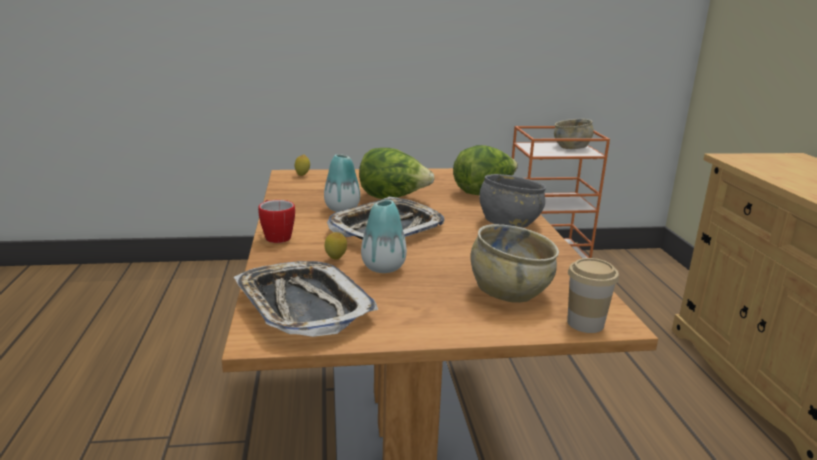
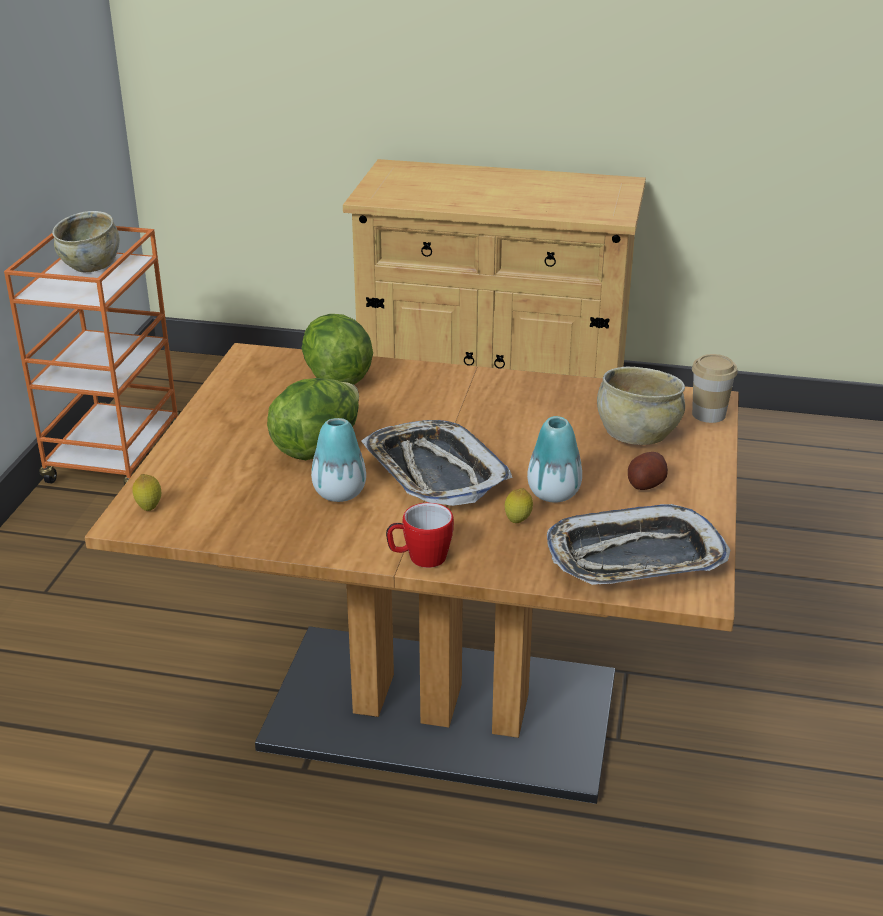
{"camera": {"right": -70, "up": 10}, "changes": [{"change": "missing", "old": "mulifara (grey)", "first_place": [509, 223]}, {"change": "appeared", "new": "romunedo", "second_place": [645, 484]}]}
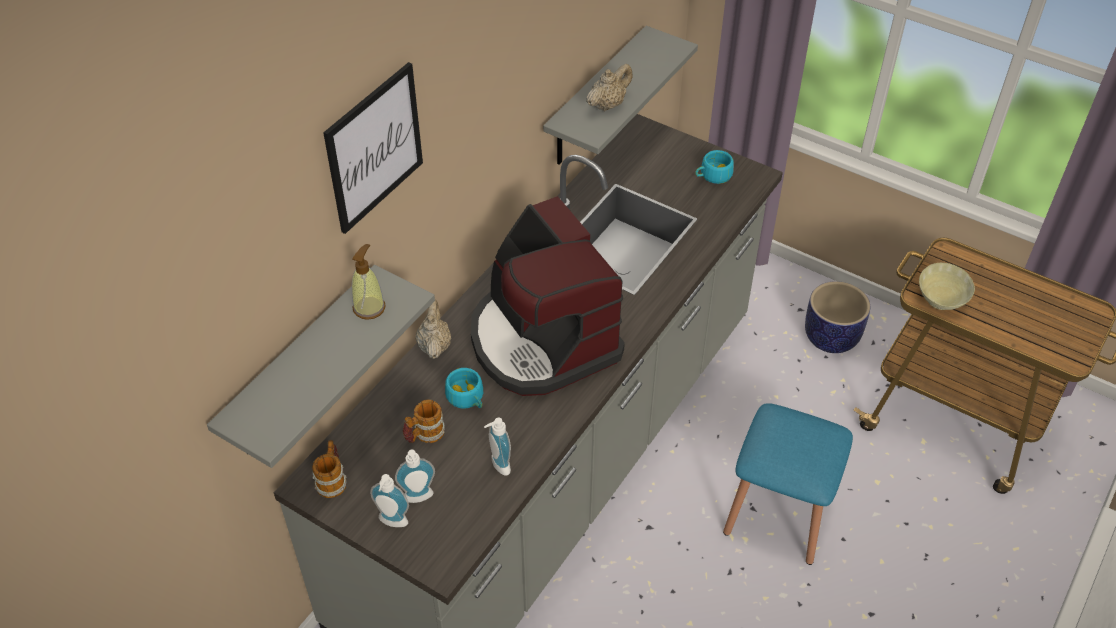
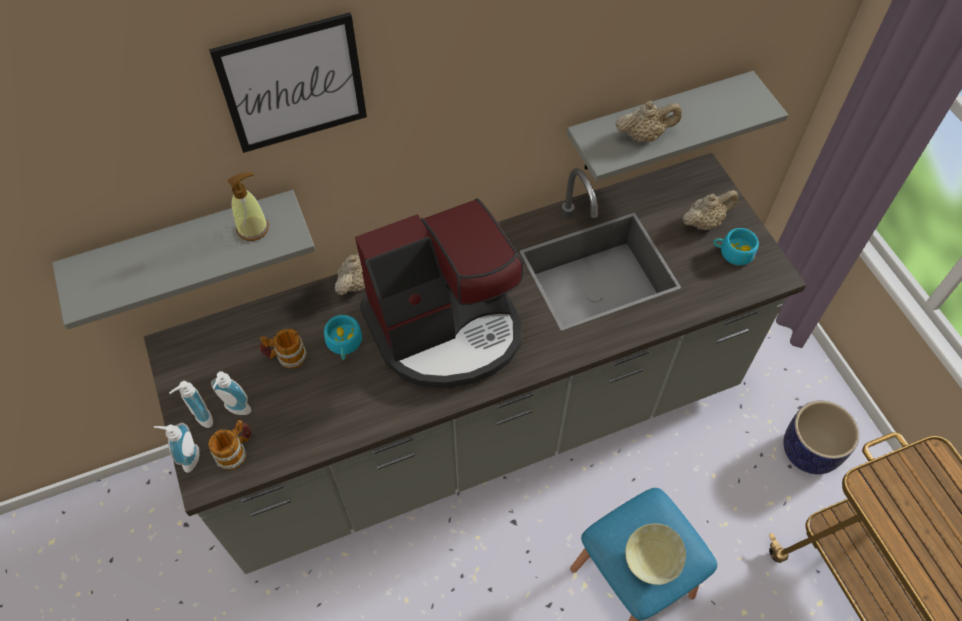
{"camera": {"right": 35, "up": 10}, "changes": [{"change": "spun", "old": "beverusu", "first_place": [542, 340], "second_place": [446, 328], "degrees": -120}, {"change": "relocated", "old": "mulifara (beige)", "first_place": [940, 301], "second_place": [650, 561]}, {"change": "relocated", "old": "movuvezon", "first_place": [497, 466], "second_place": [187, 458]}, {"change": "relocated", "old": "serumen", "first_place": [332, 480], "second_place": [236, 451]}, {"change": "appeared", "new": "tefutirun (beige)", "second_place": [705, 222]}]}
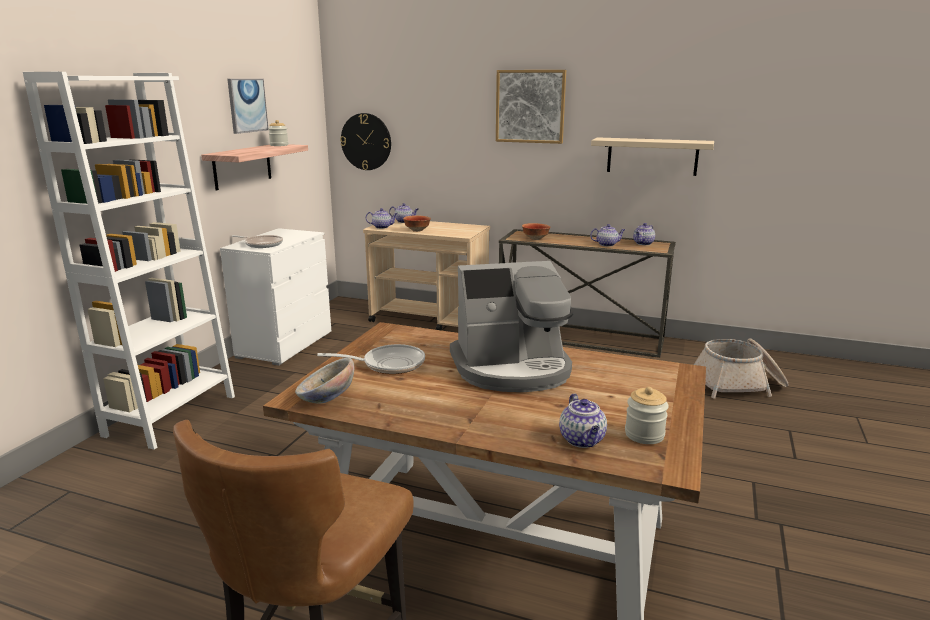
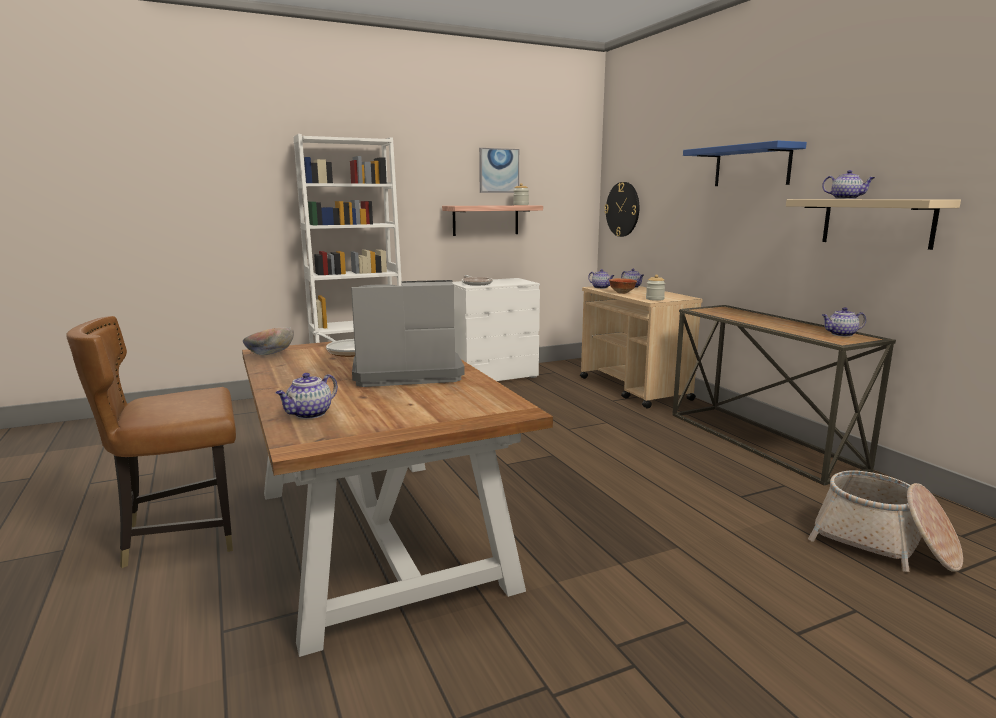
{"camera": {"right": 45, "up": -5}, "changes": [{"change": "exchanged", "old": "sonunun", "new": "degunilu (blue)", "first_place": [530, 106], "second_place": [752, 166]}, {"change": "missing", "old": "mulifara", "first_place": [535, 238]}, {"change": "relocated", "old": "tefutirun", "first_place": [607, 244], "second_place": [846, 199]}, {"change": "spun", "old": "beverusu", "first_place": [512, 369], "second_place": [405, 373], "degrees": 135}, {"change": "relocated", "old": "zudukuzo", "first_place": [644, 435], "second_place": [655, 299]}]}
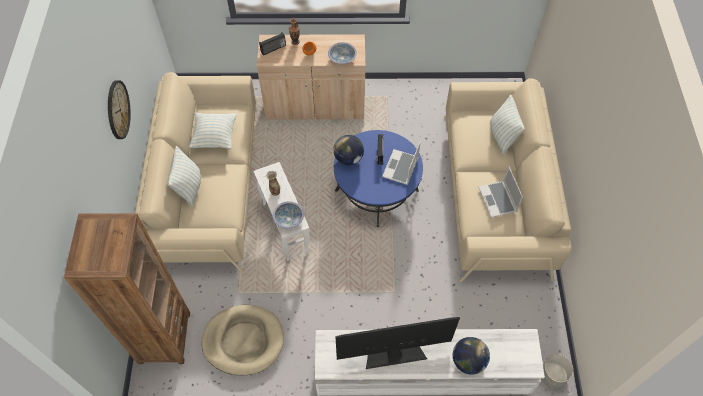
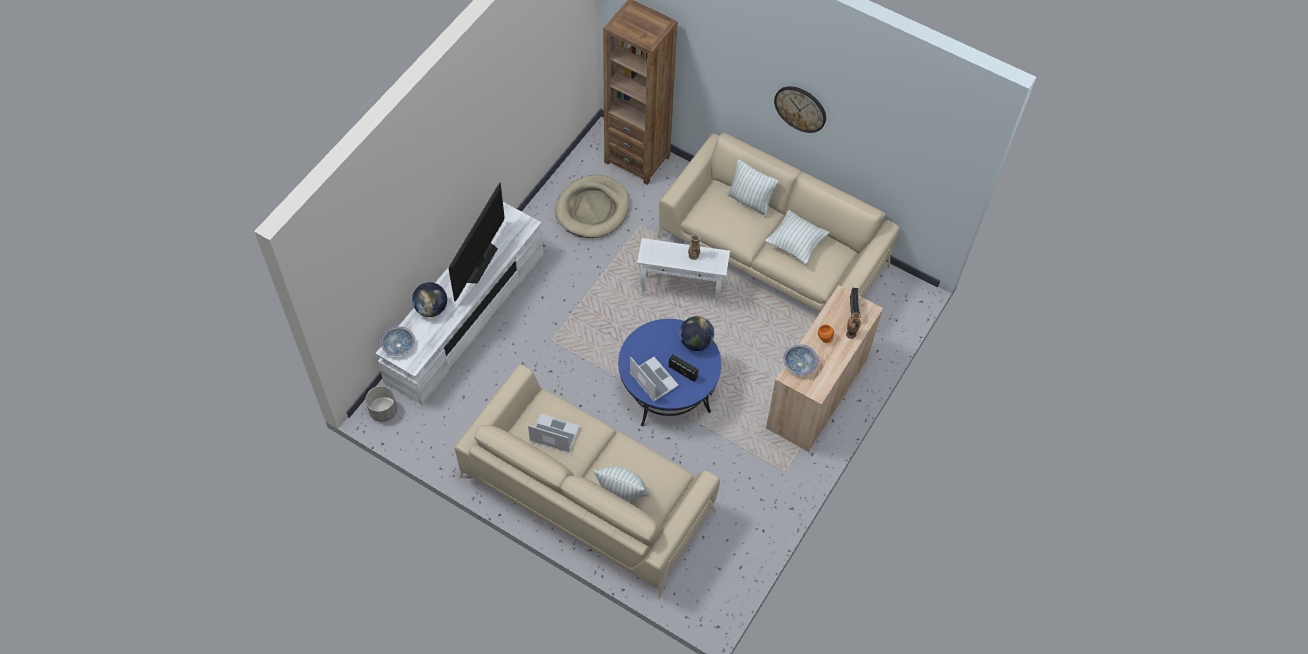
{"camera": {"right": 120, "up": 0}, "changes": [{"change": "relocated", "old": "mulifara", "first_place": [288, 218], "second_place": [398, 345]}]}
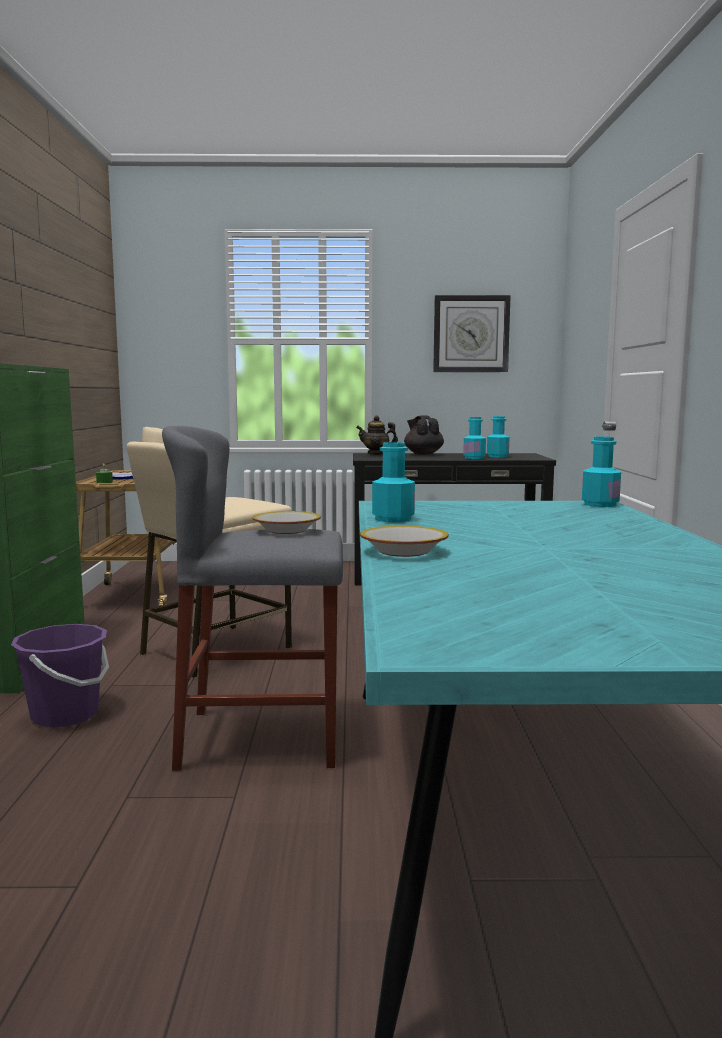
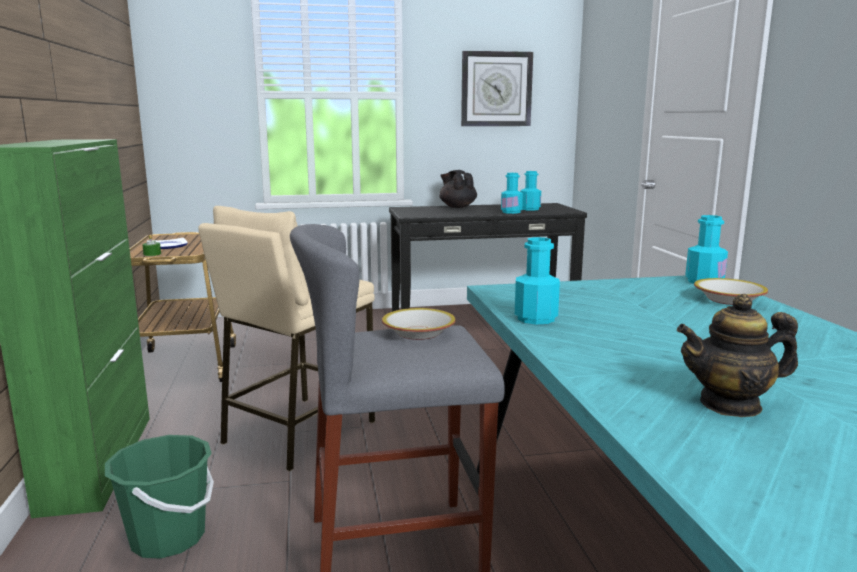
{"camera": {"right": -10, "up": 5}, "changes": [{"change": "relocated", "old": "tefutirun", "first_place": [376, 454], "second_place": [730, 404]}, {"change": "relocated", "old": "mulifara", "first_place": [403, 551], "second_place": [728, 299]}, {"change": "colour", "old": "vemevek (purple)", "new": "vemevek (green)", "first_place": [65, 715], "second_place": [168, 538]}]}
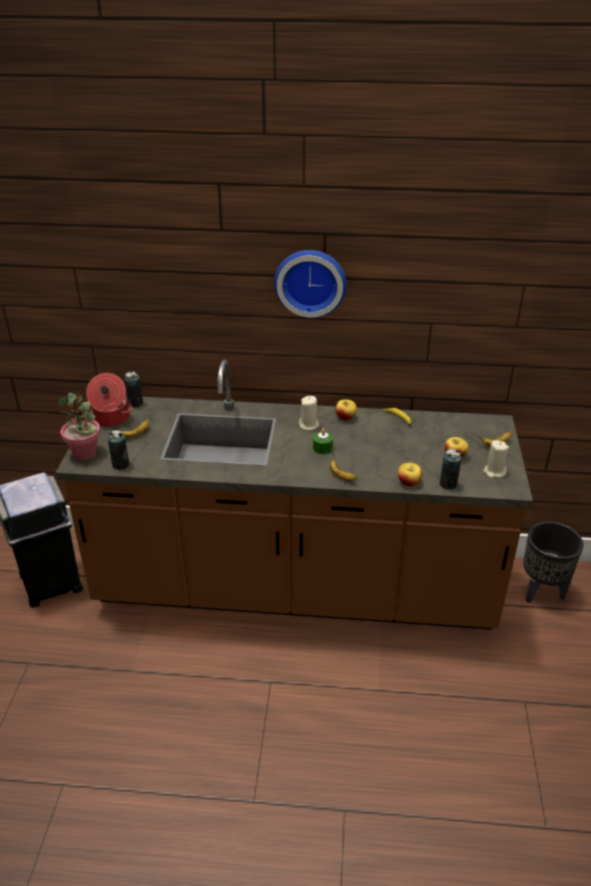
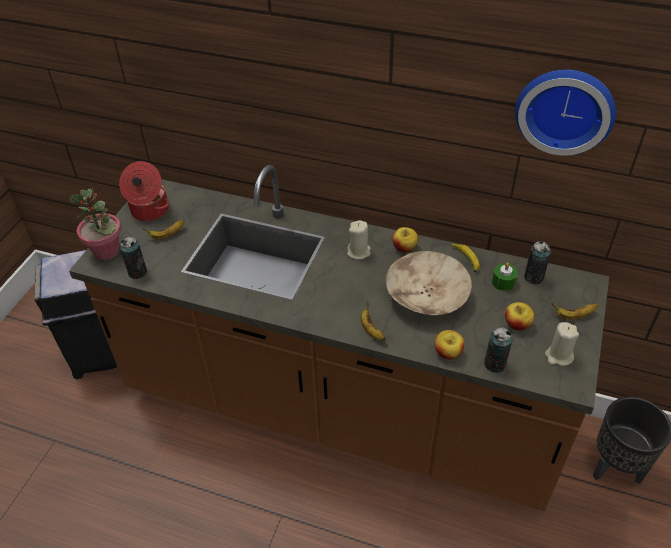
{"camera": {"right": 15, "up": 10}, "changes": [{"change": "relocated", "old": "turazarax", "first_place": [310, 281], "second_place": [565, 108]}, {"change": "relocated", "old": "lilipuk", "first_place": [135, 403], "second_place": [533, 277]}, {"change": "relocated", "old": "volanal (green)", "first_place": [322, 448], "second_place": [503, 282]}, {"change": "appeared", "new": "mulifara (beige)", "second_place": [426, 296]}]}
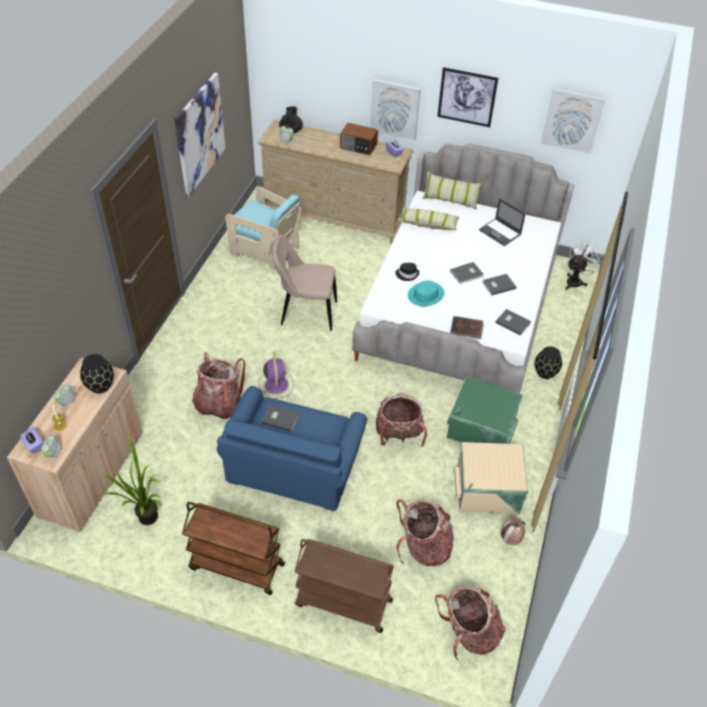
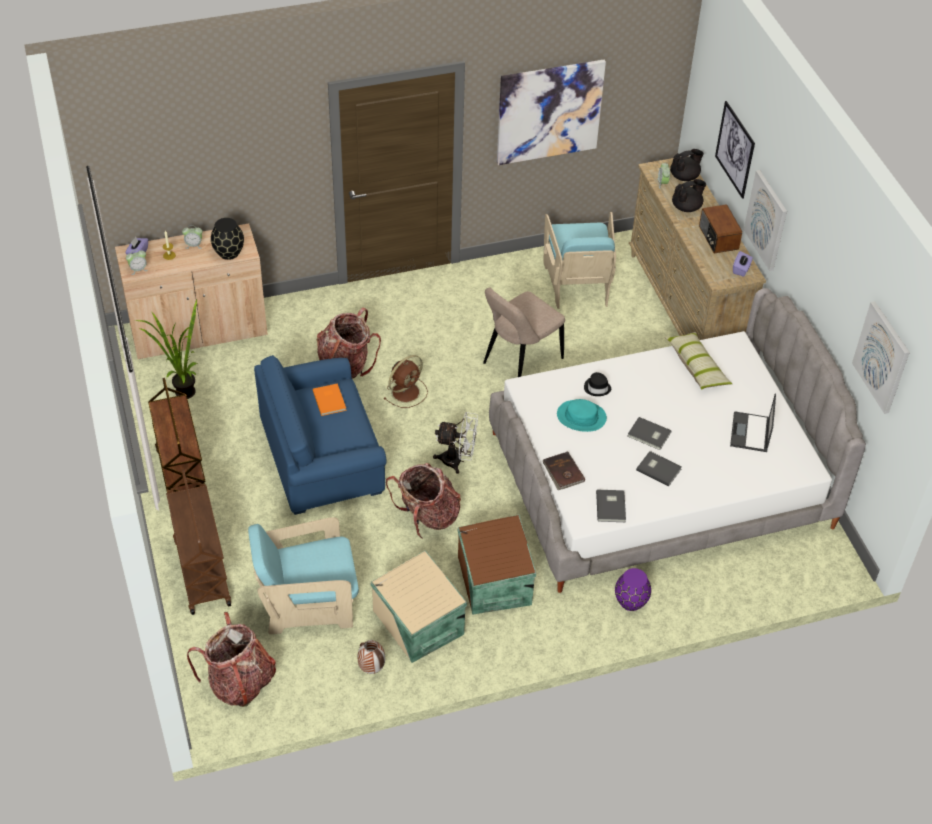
{"camera": {"right": 55, "up": 0}, "changes": [{"change": "relocated", "old": "sonunun", "first_place": [467, 97], "second_place": [735, 149]}, {"change": "missing", "old": "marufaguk", "first_place": [450, 200]}, {"change": "spun", "old": "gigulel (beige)", "first_place": [305, 313], "second_place": [520, 362], "degrees": -105}, {"change": "relocated", "old": "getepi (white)", "first_place": [576, 281], "second_place": [457, 461]}, {"change": "colour", "old": "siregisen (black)", "new": "siregisen (purple)", "first_place": [545, 373], "second_place": [630, 602]}, {"change": "colour", "old": "getepi (purple)", "new": "getepi (brown)", "first_place": [276, 384], "second_place": [406, 391]}, {"change": "colour", "old": "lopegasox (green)", "new": "lopegasox (brown)", "first_place": [481, 430], "second_place": [493, 581]}, {"change": "colour", "old": "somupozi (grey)", "new": "somupozi (orange)", "first_place": [280, 418], "second_place": [330, 400]}, {"change": "exchanged", "old": "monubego", "new": "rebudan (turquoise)", "first_place": [424, 547], "second_place": [308, 603]}, {"change": "appeared", "new": "tefutirun (black)", "second_place": [687, 207]}]}
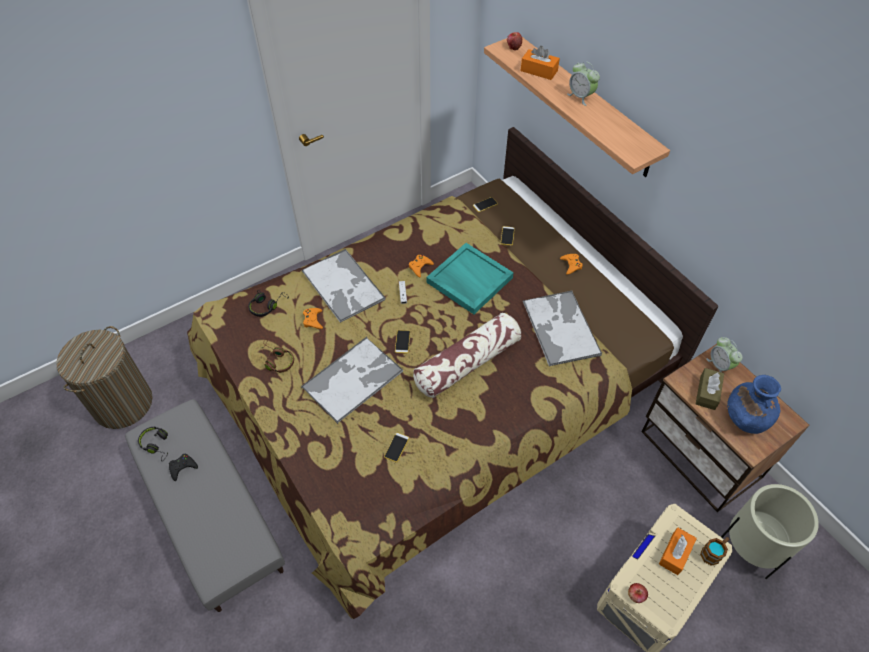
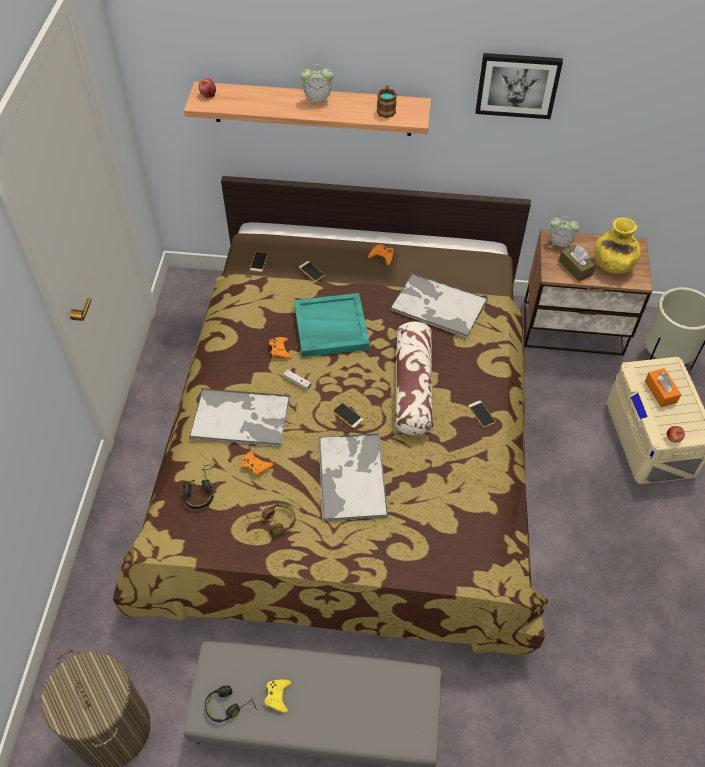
{"camera": {"right": -50, "up": 0}, "changes": [{"change": "missing", "old": "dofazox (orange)", "first_place": [539, 71]}, {"change": "colour", "old": "siregisen (blue)", "new": "siregisen (yellow)", "first_place": [745, 417], "second_place": [612, 264]}, {"change": "relocated", "old": "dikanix", "first_place": [396, 447], "second_place": [481, 414]}, {"change": "colour", "old": "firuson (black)", "new": "firuson (yellow)", "first_place": [182, 467], "second_place": [277, 696]}, {"change": "relocated", "old": "serumen", "first_place": [713, 552], "second_place": [386, 109]}, {"change": "appeared", "new": "sonunun", "second_place": [517, 85]}]}
